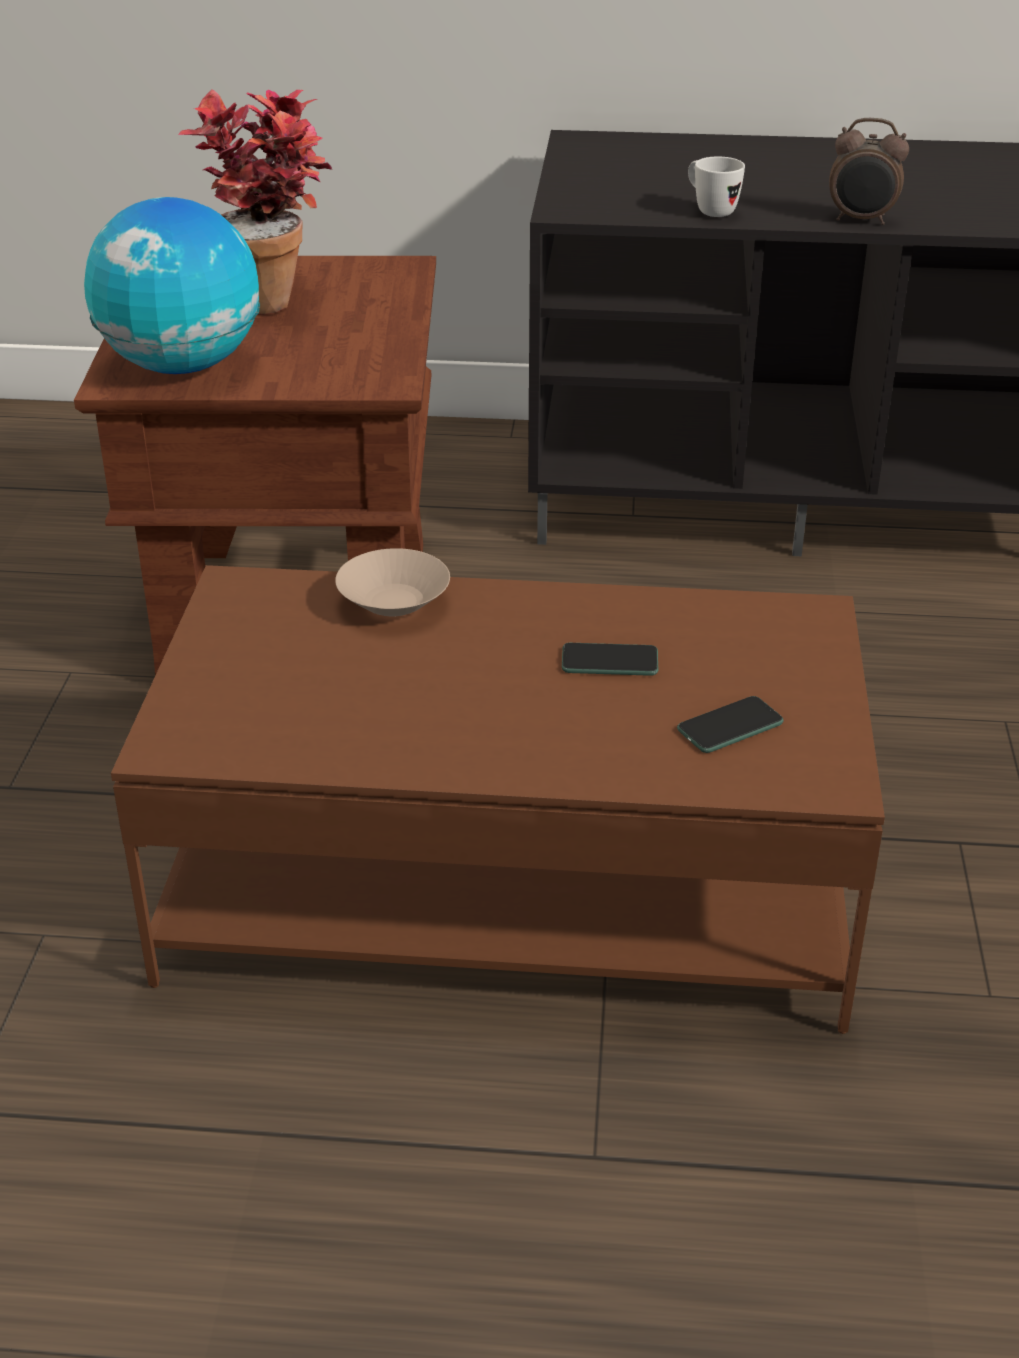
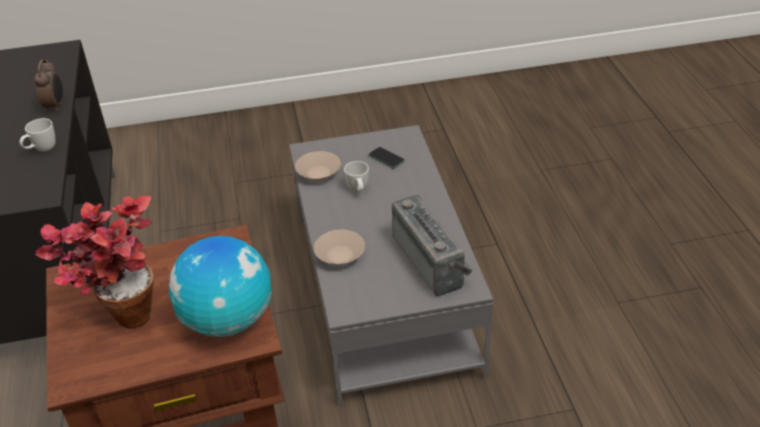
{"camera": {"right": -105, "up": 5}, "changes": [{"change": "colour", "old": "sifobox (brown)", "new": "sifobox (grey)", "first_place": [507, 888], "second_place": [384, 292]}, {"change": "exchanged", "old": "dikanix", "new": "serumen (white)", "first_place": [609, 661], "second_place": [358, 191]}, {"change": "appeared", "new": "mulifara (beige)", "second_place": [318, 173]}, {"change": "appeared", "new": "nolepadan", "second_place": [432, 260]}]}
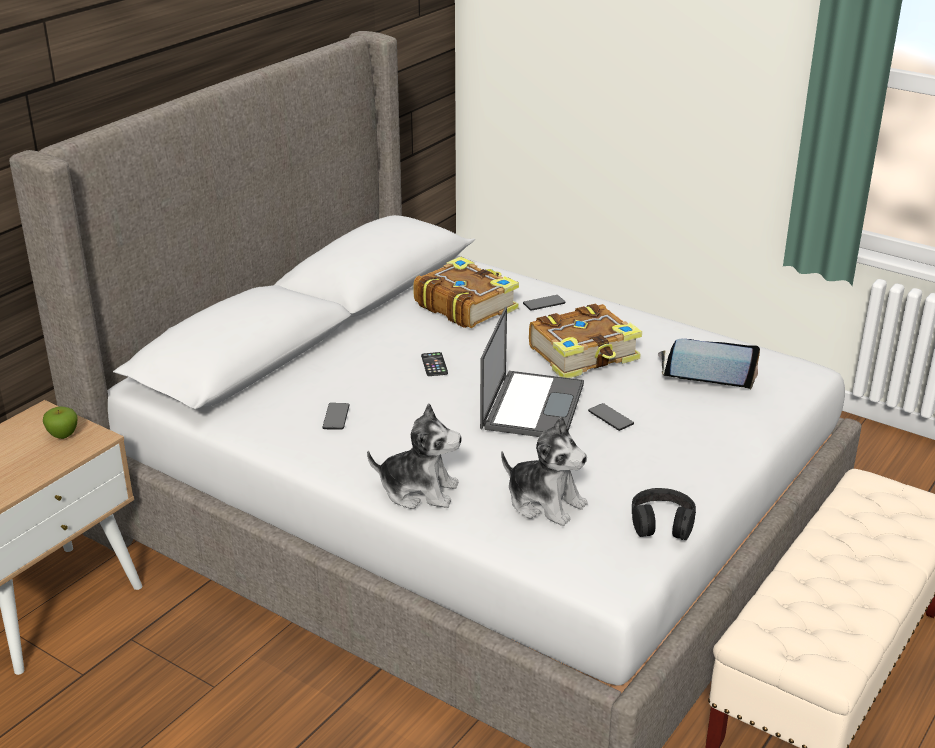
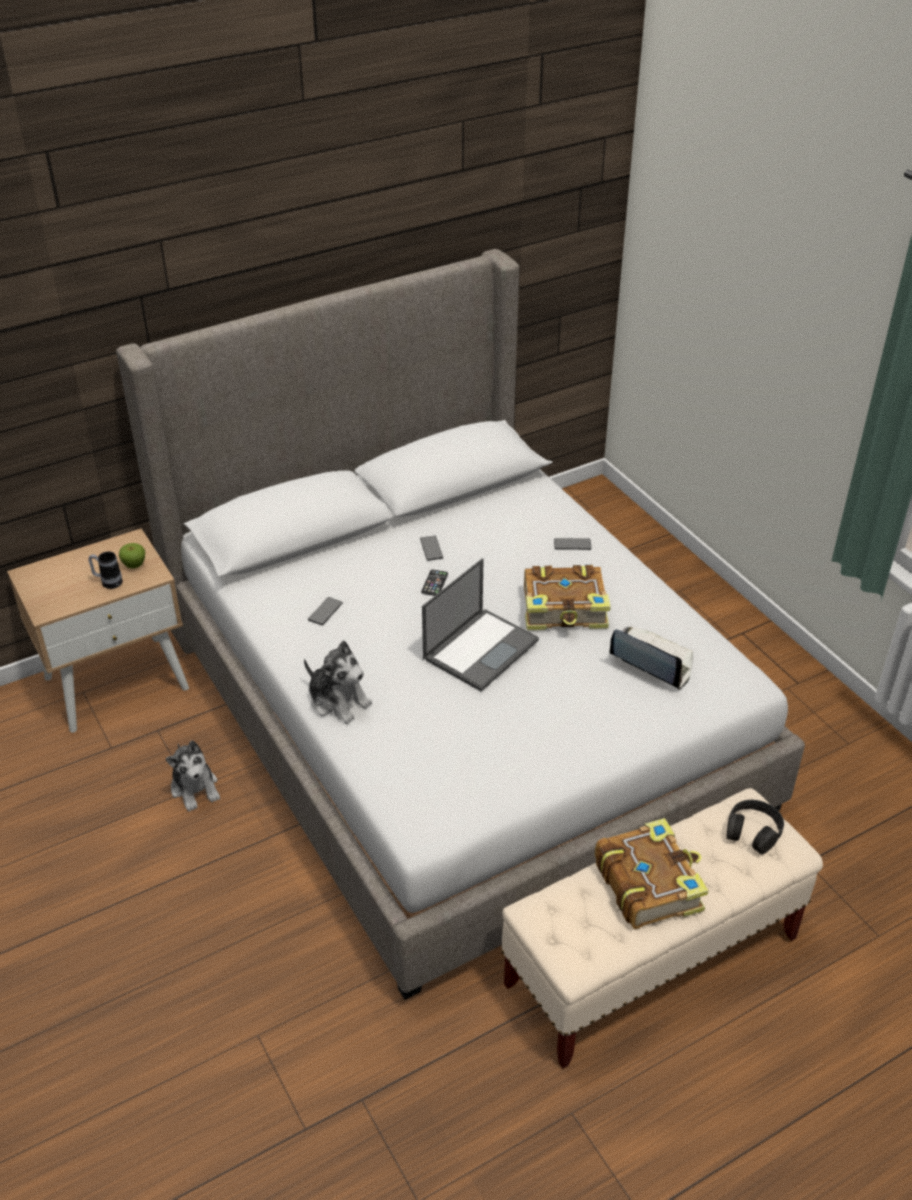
{"camera": {"right": 25, "up": 10}, "changes": [{"change": "relocated", "old": "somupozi", "first_place": [465, 306], "second_place": [648, 883]}, {"change": "relocated", "old": "dikanix", "first_place": [610, 418], "second_place": [431, 549]}, {"change": "relocated", "old": "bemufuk", "first_place": [545, 502], "second_place": [195, 788]}, {"change": "relocated", "old": "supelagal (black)", "first_place": [662, 522], "second_place": [753, 831]}, {"change": "appeared", "new": "serumen", "second_place": [108, 582]}]}
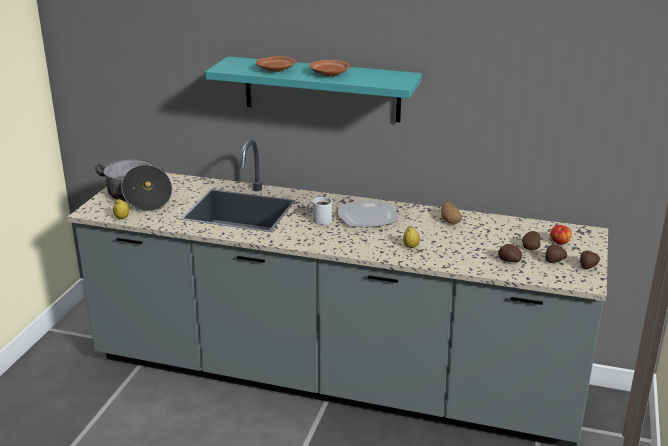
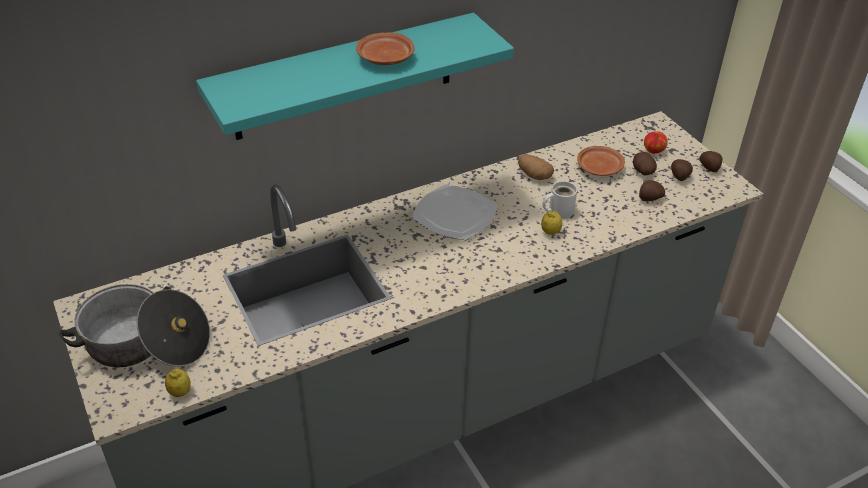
{"camera": {"right": -45, "up": 15}, "changes": [{"change": "relocated", "old": "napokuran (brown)", "first_place": [276, 69], "second_place": [599, 167]}, {"change": "relocated", "old": "serumen (white)", "first_place": [320, 220], "second_place": [558, 210]}]}
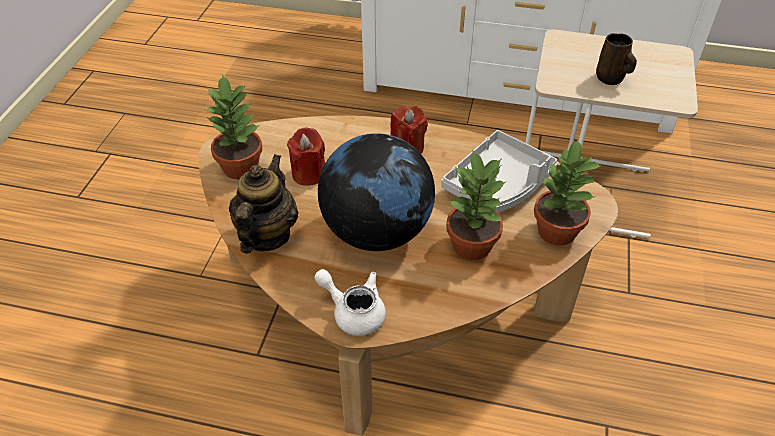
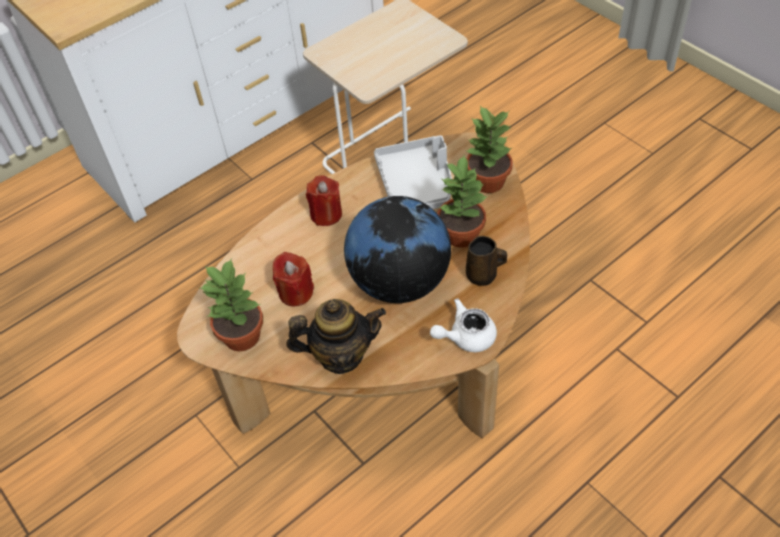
{"camera": {"right": -50, "up": 5}, "changes": [{"change": "relocated", "old": "serumen (brown)", "first_place": [610, 79], "second_place": [483, 276]}, {"change": "spun", "old": "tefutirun", "first_place": [266, 235], "second_place": [340, 355], "degrees": 120}]}
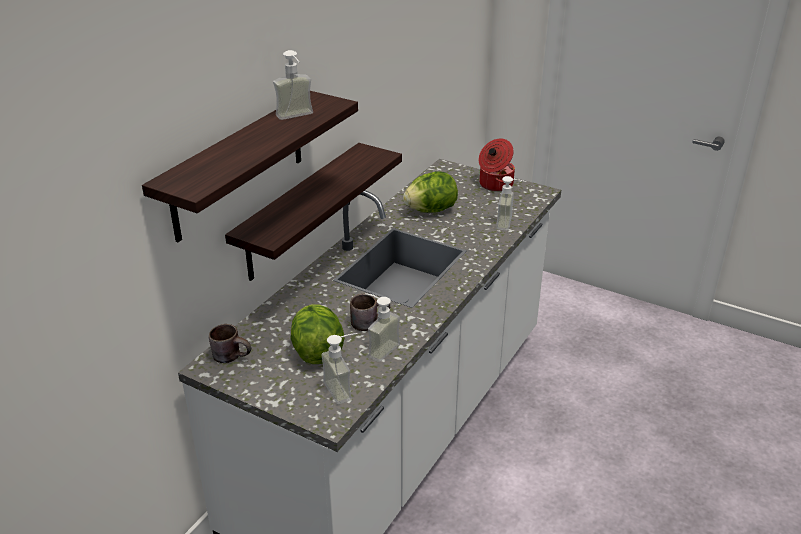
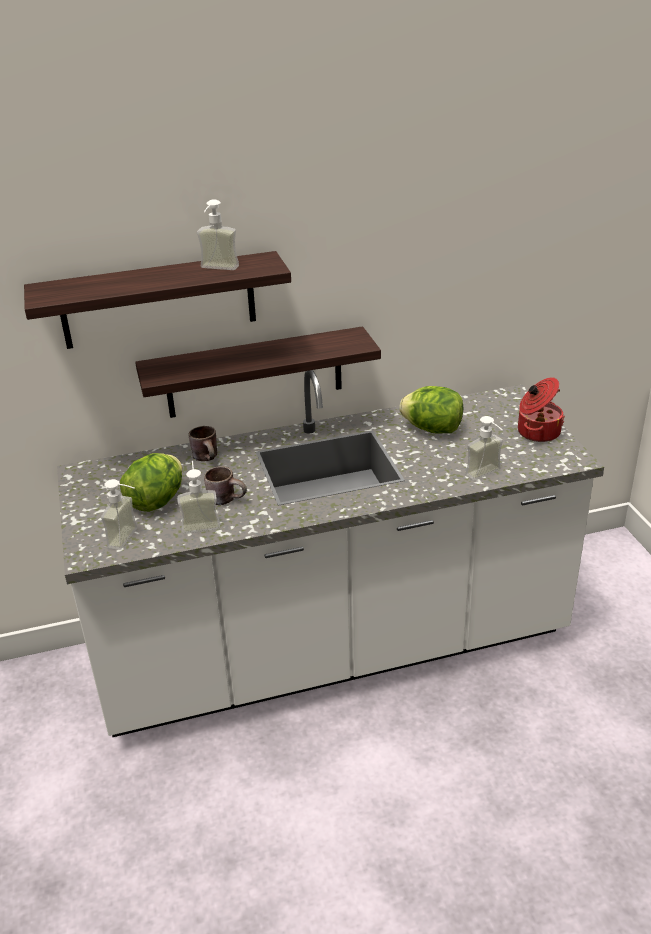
{"camera": {"right": 45, "up": 0}, "changes": [{"change": "relocated", "old": "serumen (brown)", "first_place": [233, 355], "second_place": [209, 457]}]}
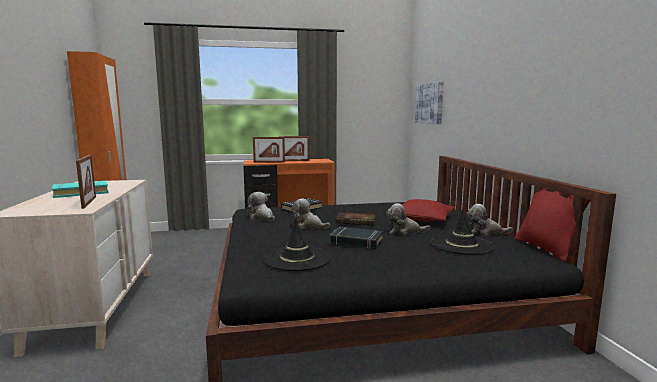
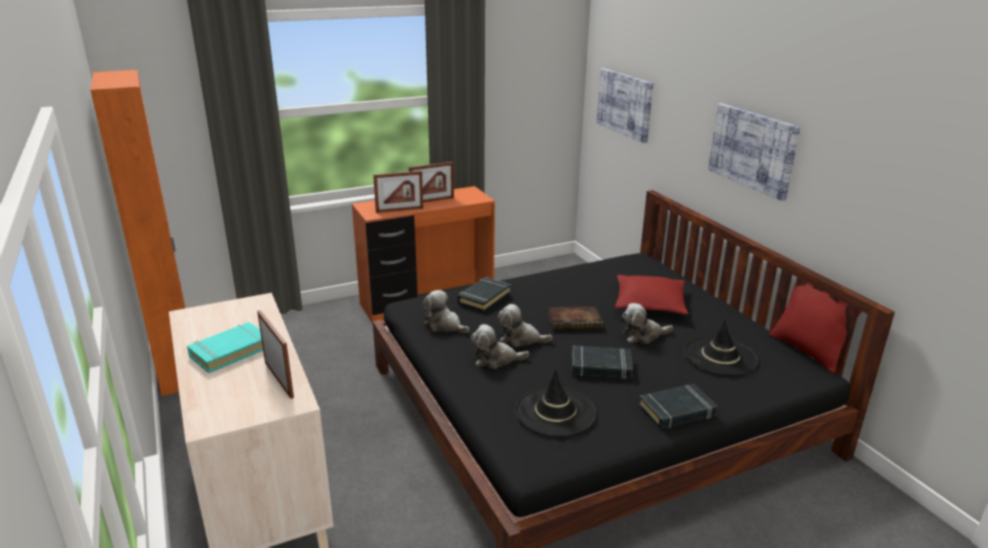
{"camera": {"right": -15, "up": 15}, "changes": [{"change": "relocated", "old": "bemufuk", "first_place": [485, 232], "second_place": [496, 359]}, {"change": "appeared", "new": "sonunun", "second_place": [752, 149]}, {"change": "appeared", "new": "somupozi (black)", "second_place": [677, 411]}]}
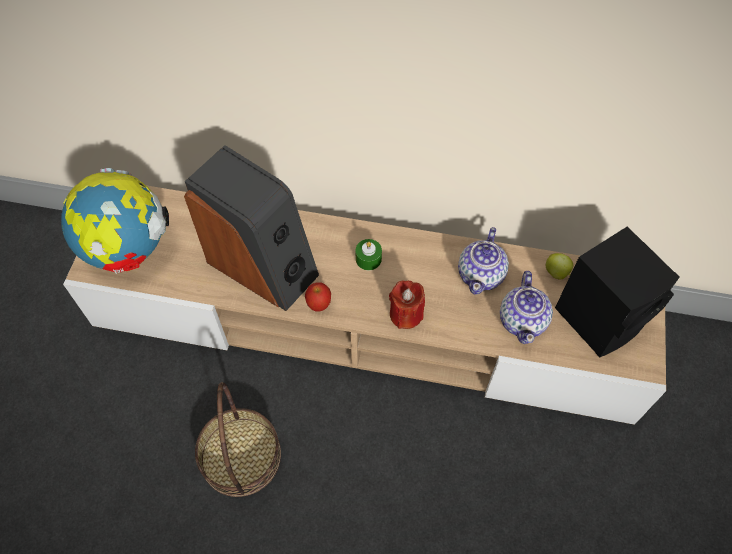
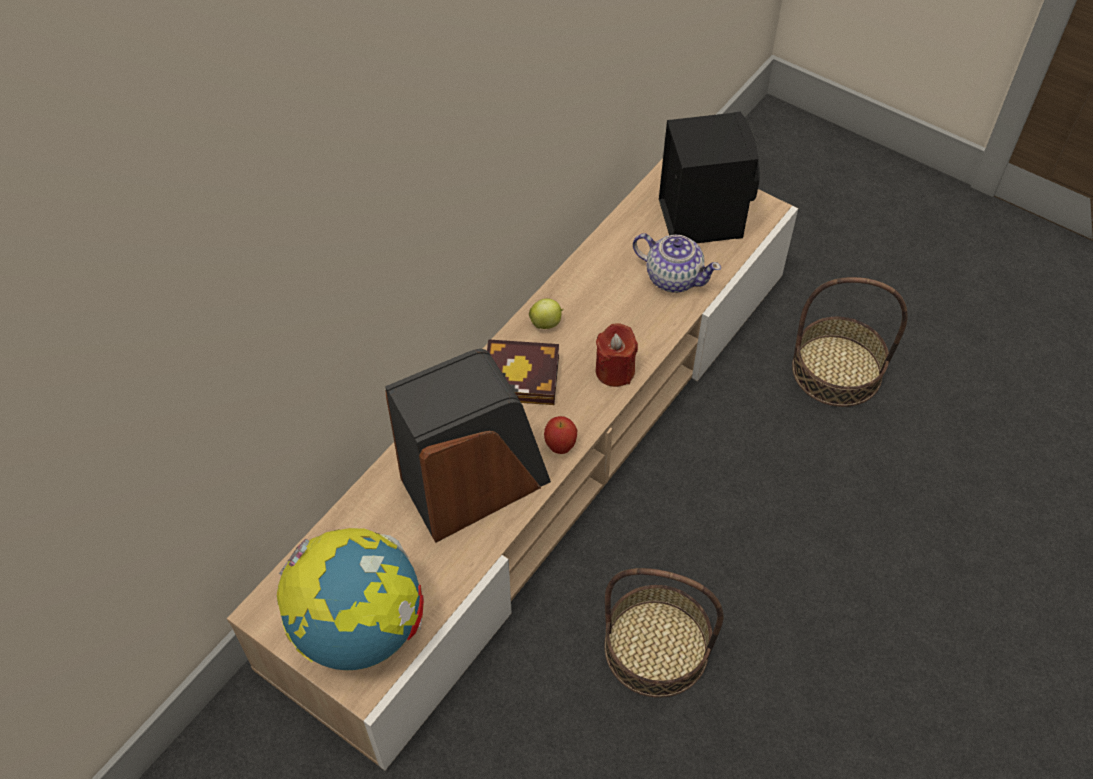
{"camera": {"right": -65, "up": -5}, "changes": [{"change": "missing", "old": "tefutirun", "first_place": [481, 274]}, {"change": "exchanged", "old": "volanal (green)", "new": "somupozi", "first_place": [368, 259], "second_place": [525, 377]}, {"change": "relocated", "old": "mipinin", "first_place": [557, 273], "second_place": [546, 323]}, {"change": "appeared", "new": "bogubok", "second_place": [837, 370]}]}
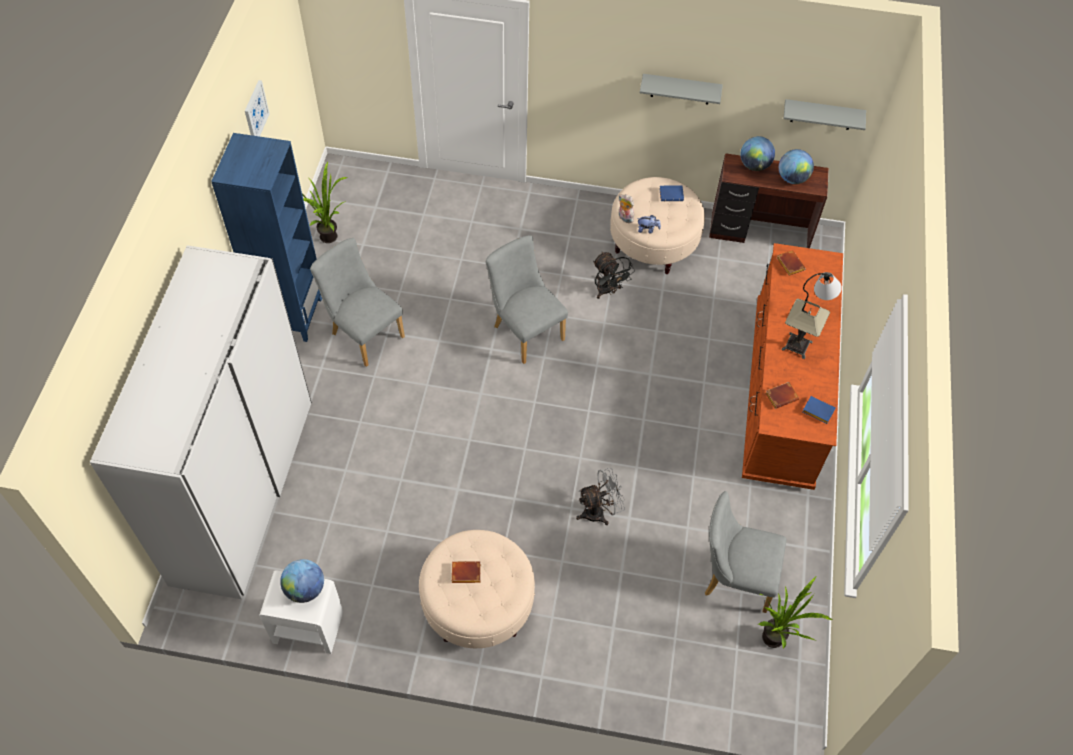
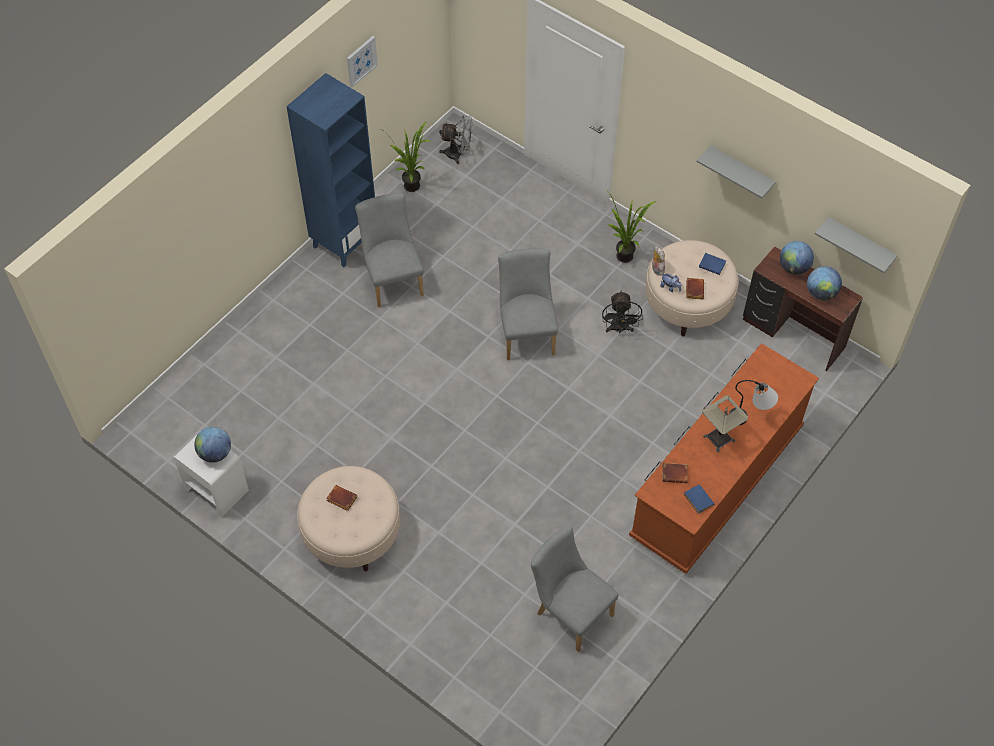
{"camera": {"right": 30, "up": 0}, "changes": [{"change": "missing", "old": "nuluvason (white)", "first_place": [242, 490]}, {"change": "relocated", "old": "somupozi (brown)", "first_place": [789, 264], "second_place": [694, 289]}, {"change": "relocated", "old": "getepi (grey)", "first_place": [599, 512], "second_place": [458, 154]}, {"change": "relocated", "old": "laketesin", "first_place": [775, 643], "second_place": [624, 260]}]}
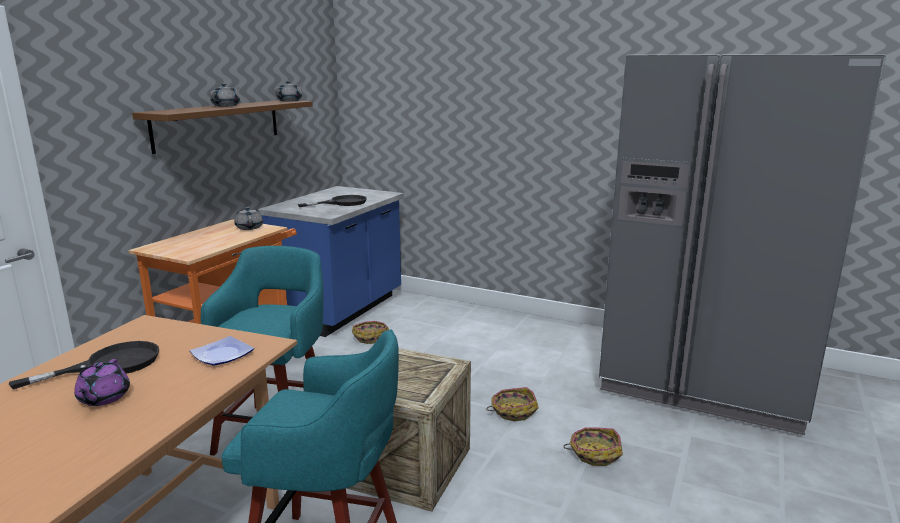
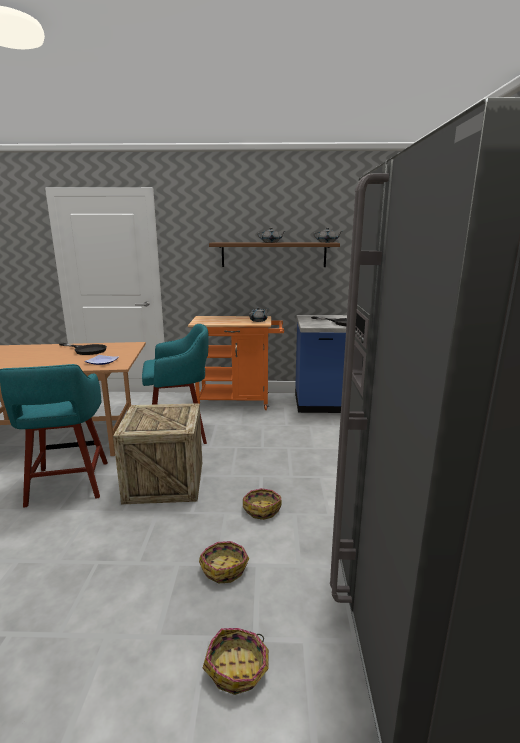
{"camera": {"right": 65, "up": 0}, "changes": [{"change": "relocated", "old": "bogubok", "first_place": [371, 337], "second_place": [238, 668]}, {"change": "missing", "old": "tefutirun (purple)", "first_place": [103, 398]}]}
